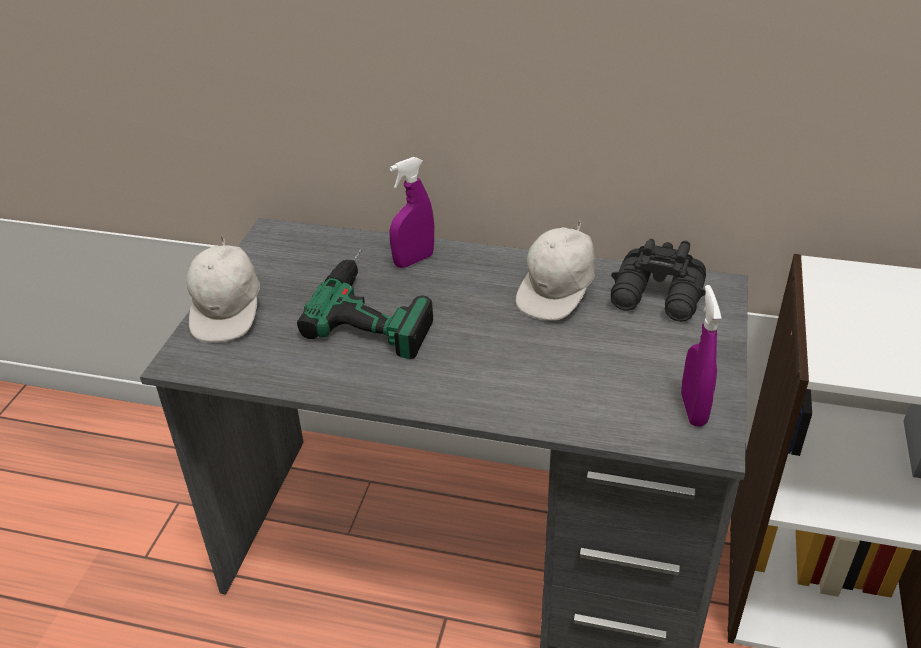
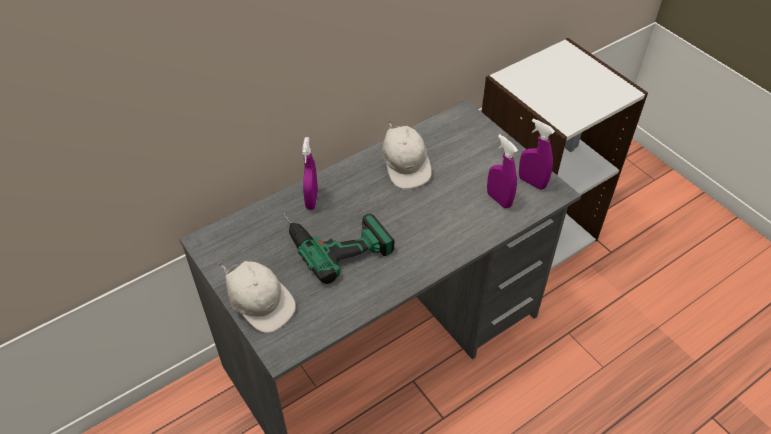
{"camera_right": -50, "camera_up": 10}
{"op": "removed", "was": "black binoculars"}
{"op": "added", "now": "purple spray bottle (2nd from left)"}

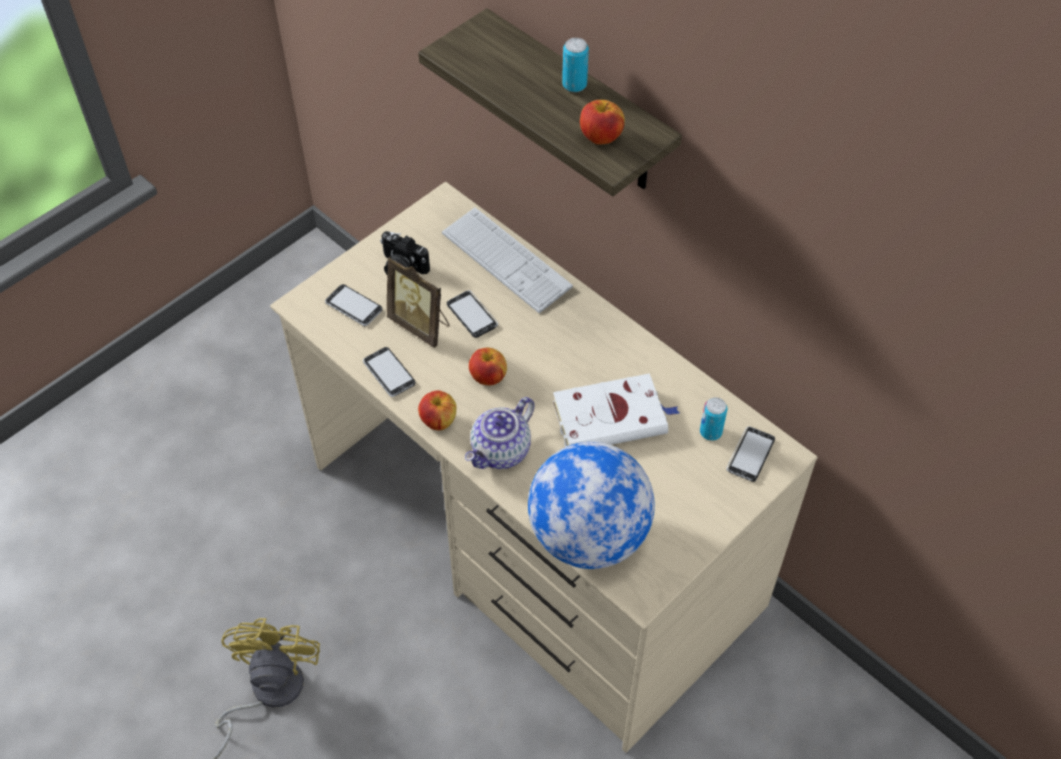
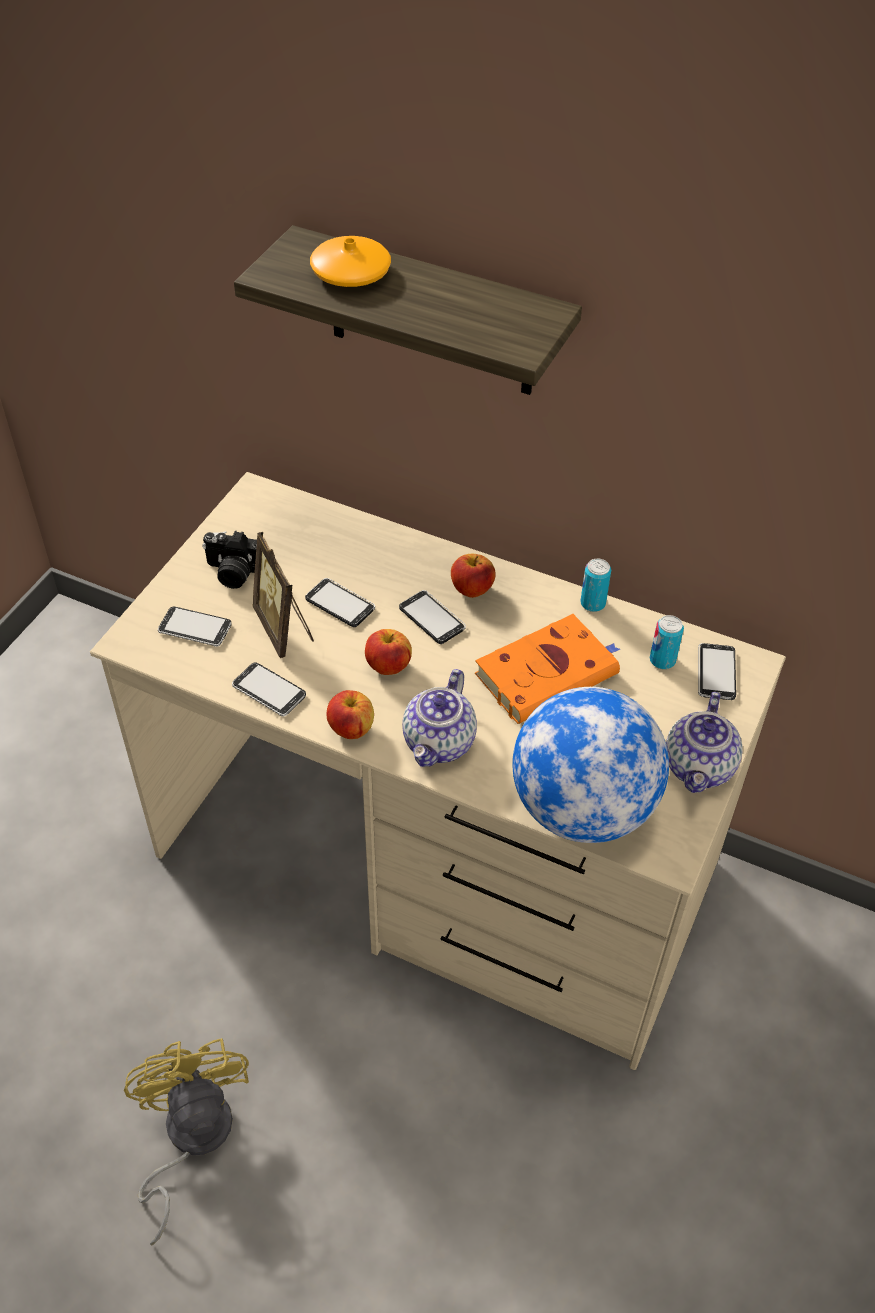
{"camera_right": -20, "camera_up": -5}
{"op": "moved", "was": "can (1st from left)"}
{"op": "moved", "was": "apple (3rd from left)"}
{"op": "removed", "was": "keyboard"}
{"op": "turned", "was": "picture frame", "clockwise": 45}
{"op": "recoloured", "was": "white book", "now": "orange book"}
{"op": "added", "now": "orange vase"}
{"op": "added", "now": "phone (4th from left)"}
{"op": "added", "now": "teapot (2nd from left)"}

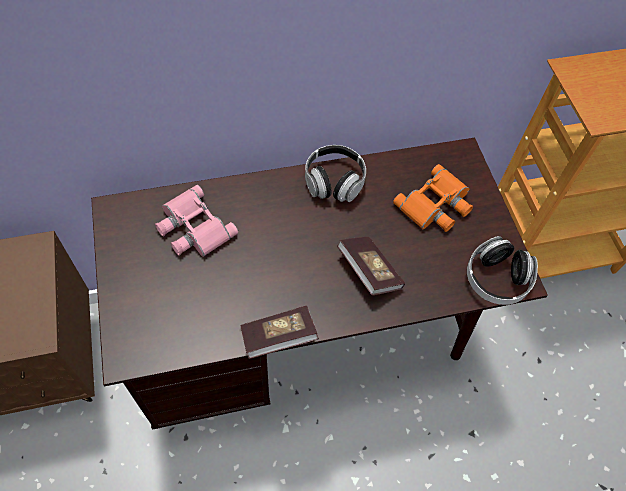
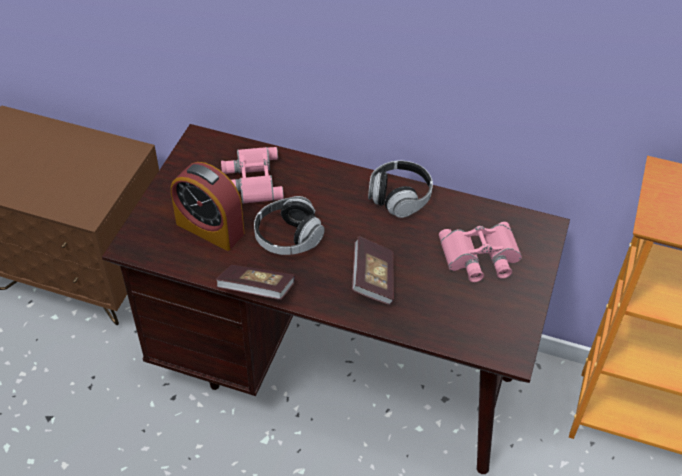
{"camera_right": 35, "camera_up": -10}
{"op": "recoloured", "was": "orange binoculars", "now": "pink binoculars (2nd from left)"}
{"op": "moved", "was": "headphones (2nd from left in the first image)", "now": "headphones (1st from left)"}
{"op": "added", "now": "alarm clock"}

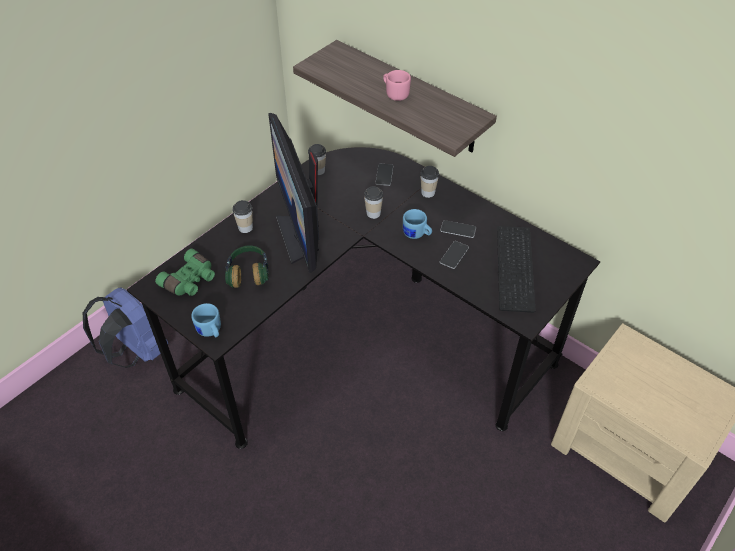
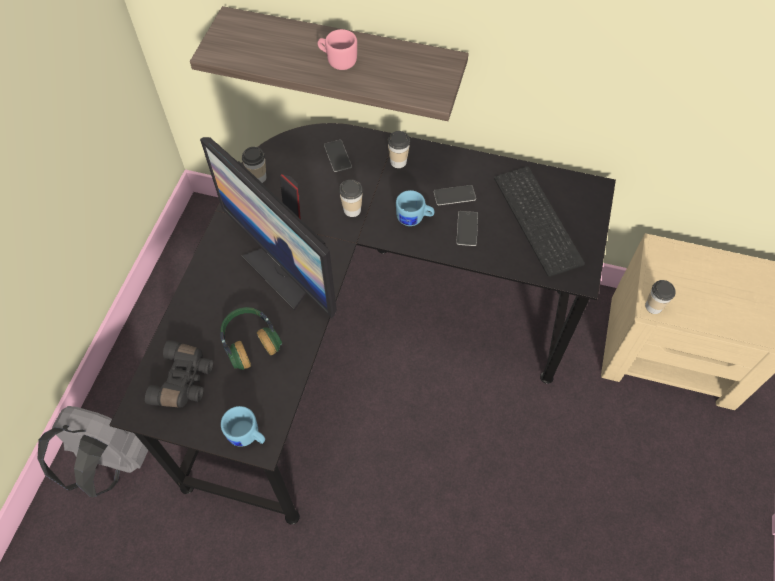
{"camera_right": -25, "camera_up": 10}
{"op": "moved", "was": "cup (1st from left in the first image)", "now": "cup (4th from left)"}
{"op": "recoloured", "was": "green binoculars", "now": "black binoculars"}
{"op": "recoloured", "was": "blue backpack", "now": "grey backpack"}

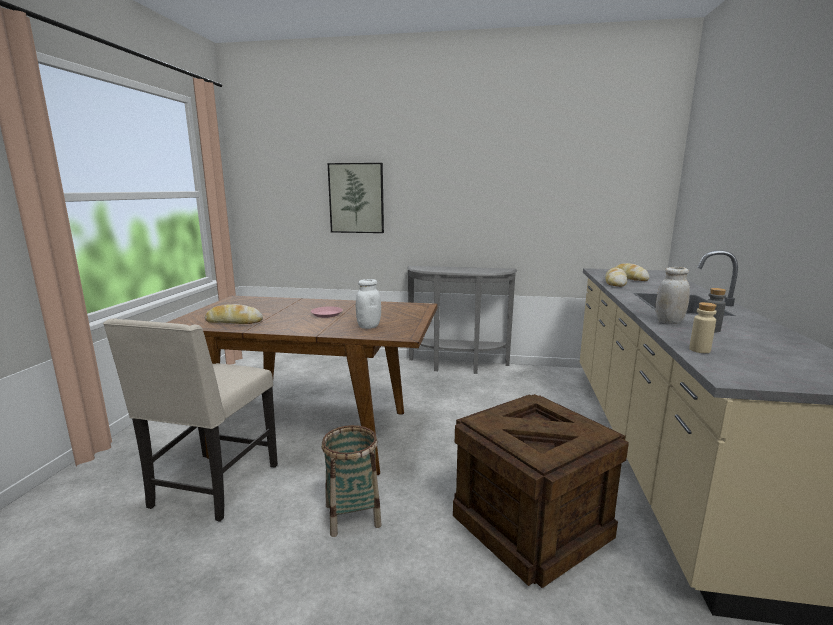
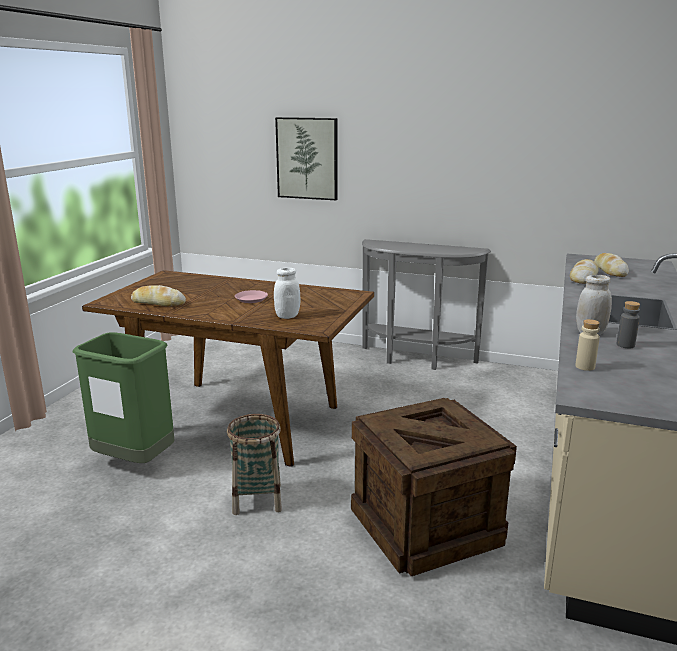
{"camera_right": 10, "camera_up": 5}
{"op": "replaced", "was": "beige chair", "now": "green trash can"}

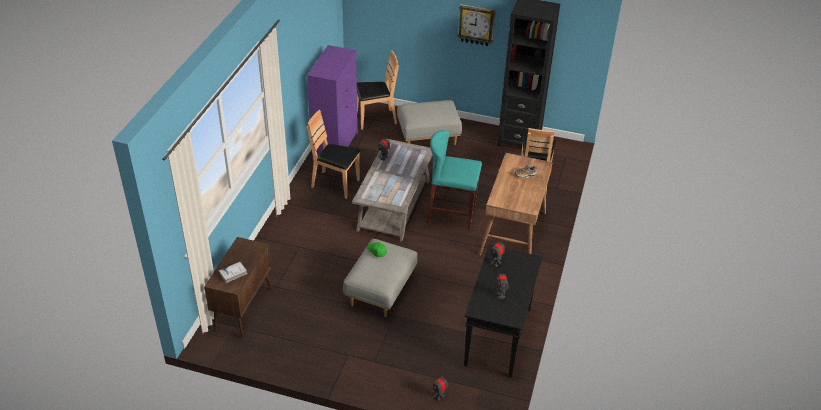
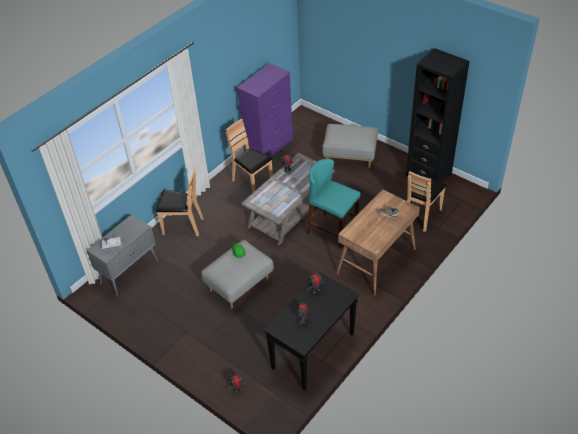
{"camera_right": 25, "camera_up": 5}
{"op": "removed", "was": "wall clock"}
{"op": "moved", "was": "brown chair (2nd from left in the first image)", "now": "brown chair (1st from left)"}
{"op": "recoloured", "was": "brown cabinet", "now": "grey cabinet"}

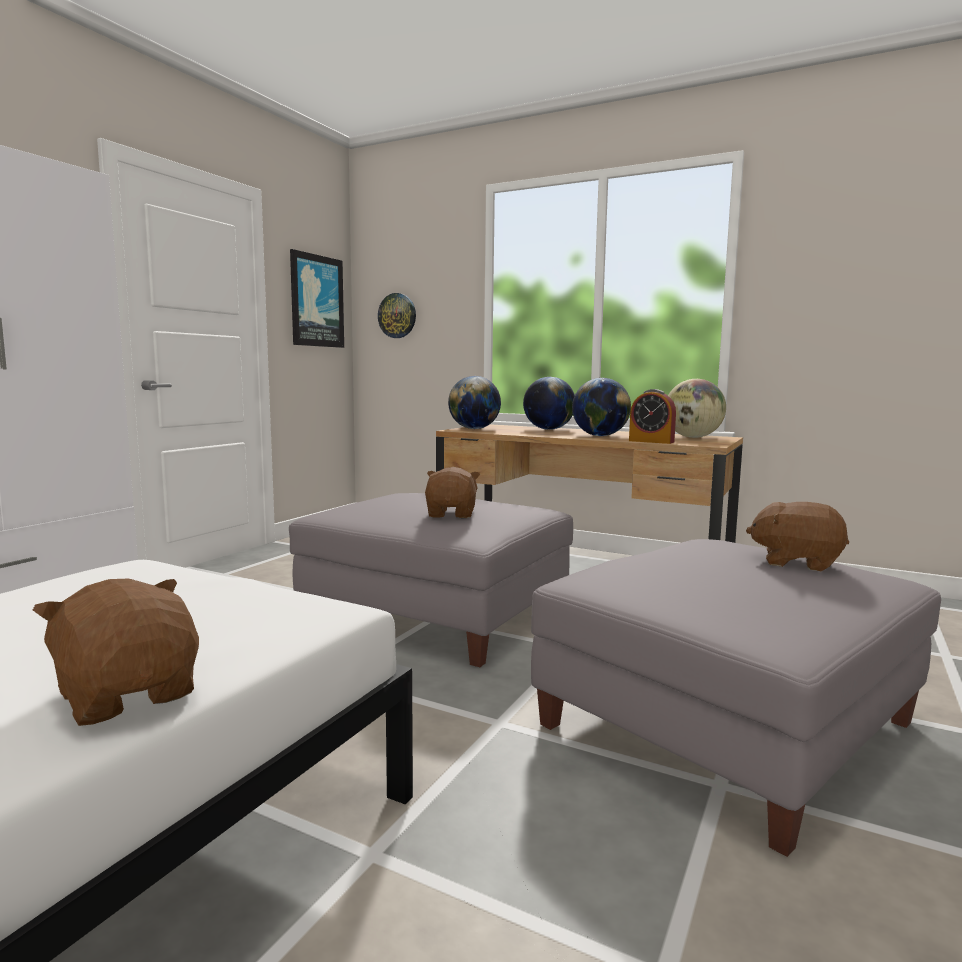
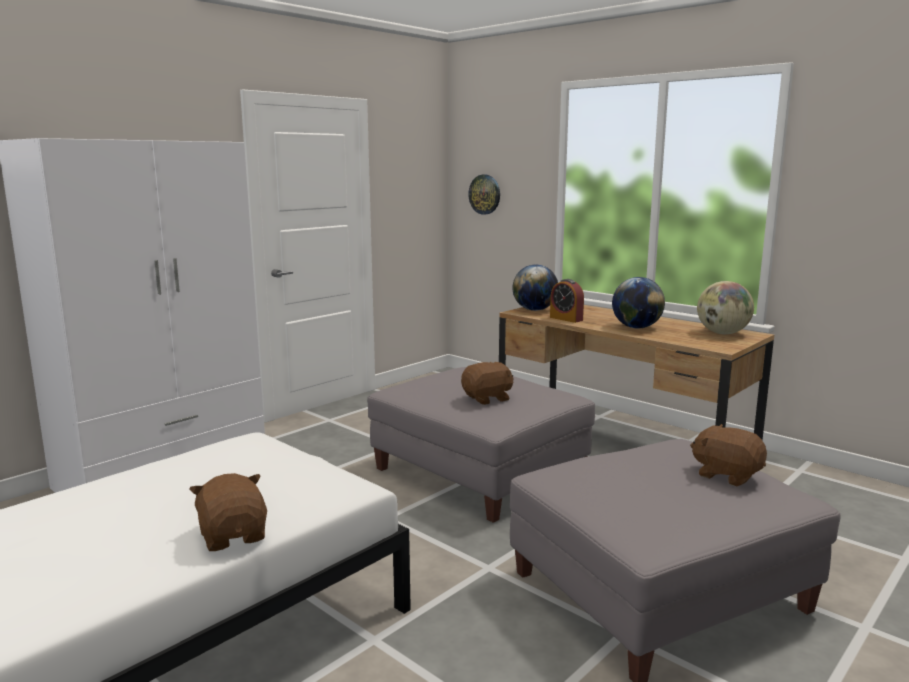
{"camera_right": 15, "camera_up": 5}
{"op": "removed", "was": "picture"}
{"op": "removed", "was": "globe (2nd from left)"}
{"op": "moved", "was": "alarm clock"}
{"op": "turned", "was": "brown plush toy (2nd from left)", "clockwise": 45}

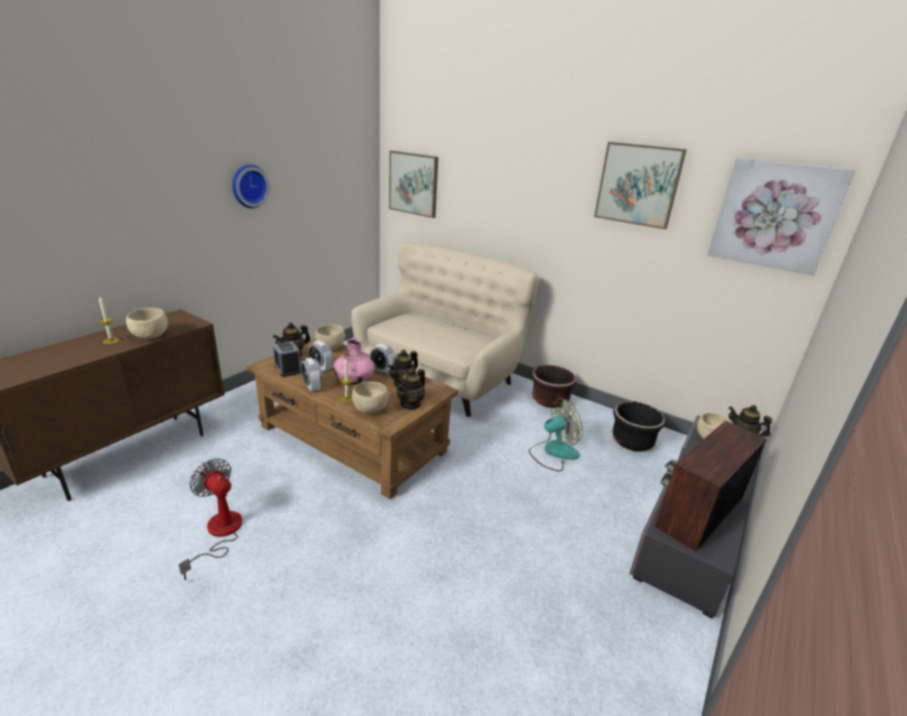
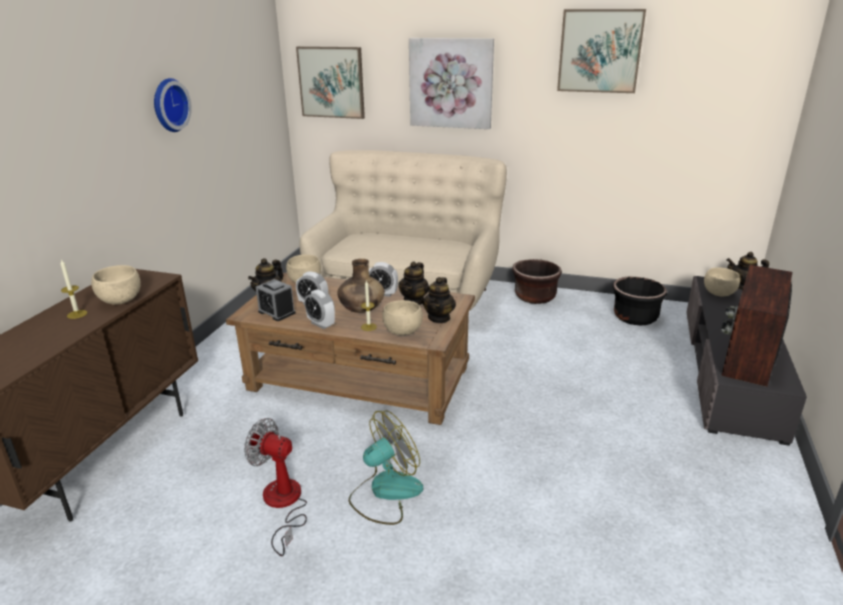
{"camera_right": -15, "camera_up": 0}
{"op": "moved", "was": "picture (3rd from left in the first image)", "now": "picture (2nd from left)"}
{"op": "recoloured", "was": "pink vase", "now": "brown vase"}
{"op": "moved", "was": "fan (2nd from left)"}

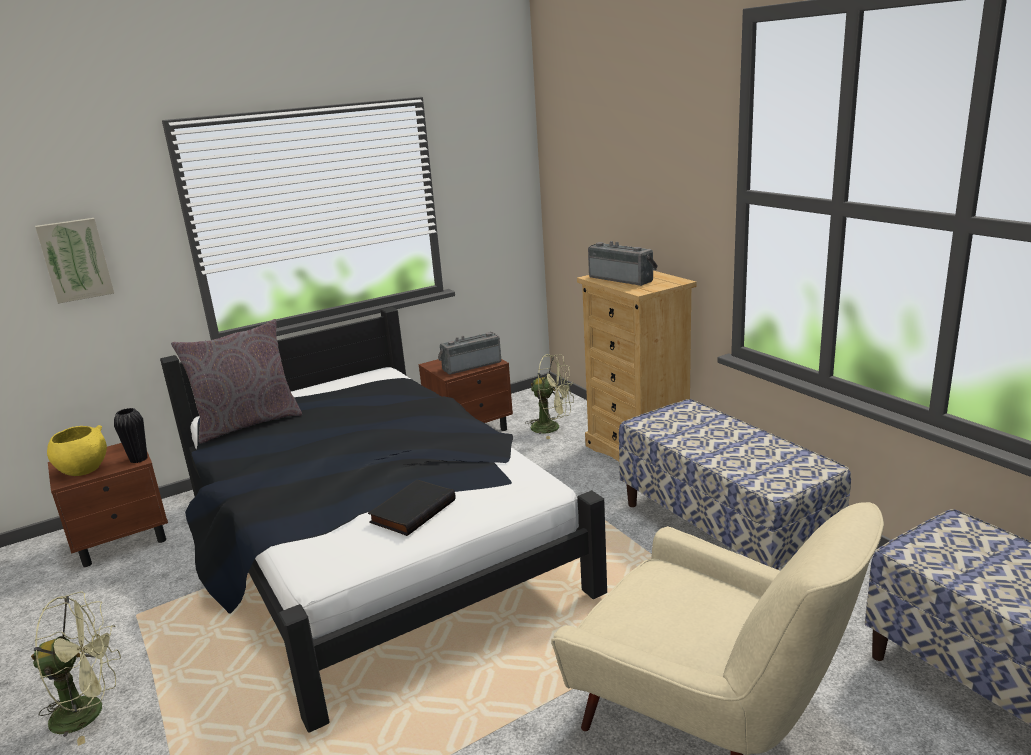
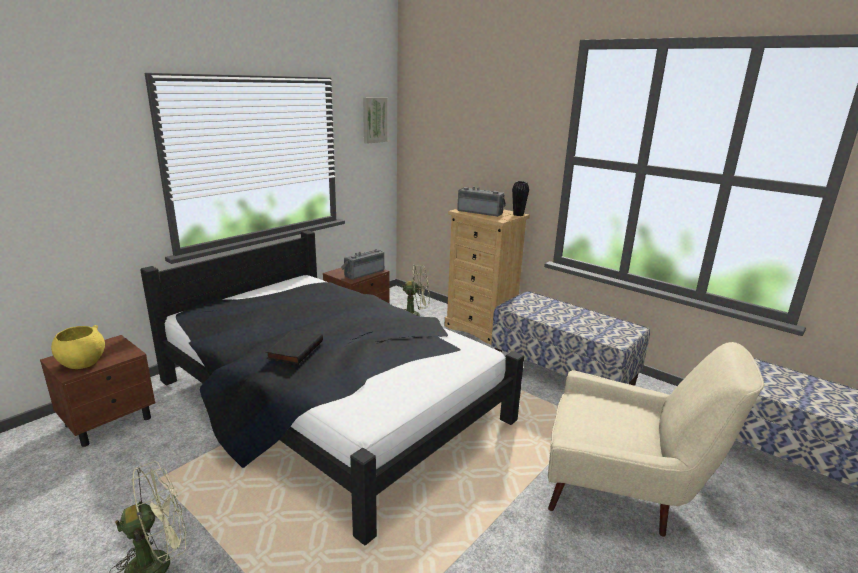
{"camera_right": -20, "camera_up": 0}
{"op": "moved", "was": "picture"}
{"op": "removed", "was": "grey pillow"}
{"op": "moved", "was": "black vase"}
{"op": "moved", "was": "black book"}

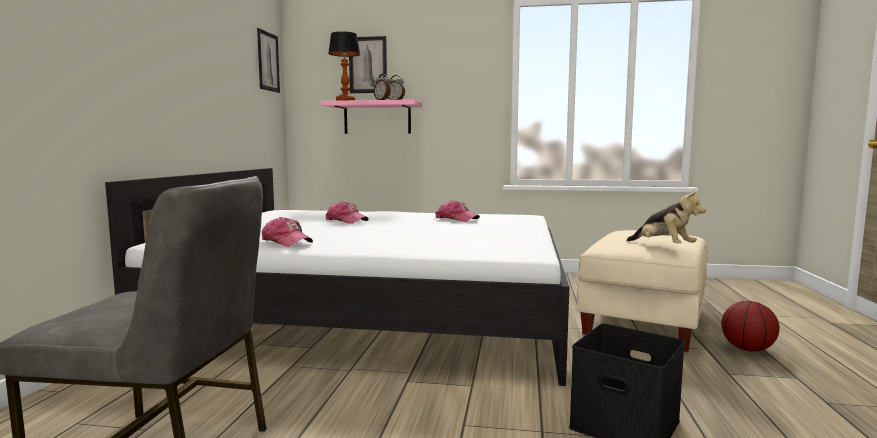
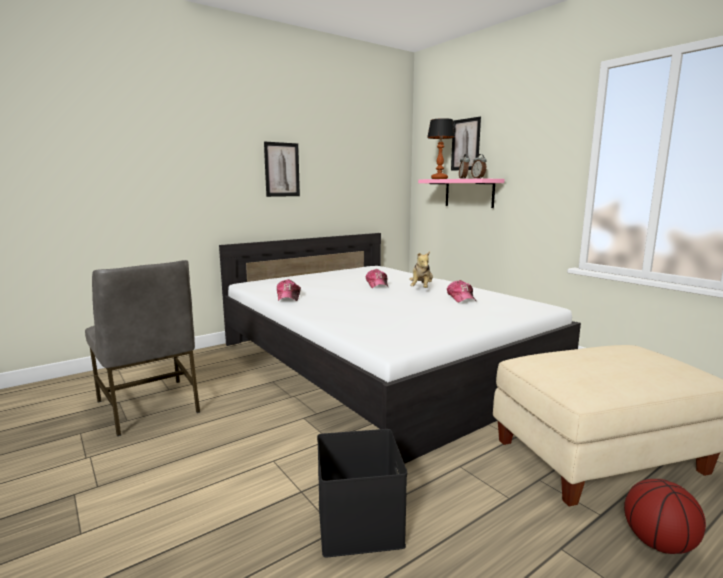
{"camera_right": 45, "camera_up": 5}
{"op": "moved", "was": "picture (1st from left)"}
{"op": "moved", "was": "plush toy"}

